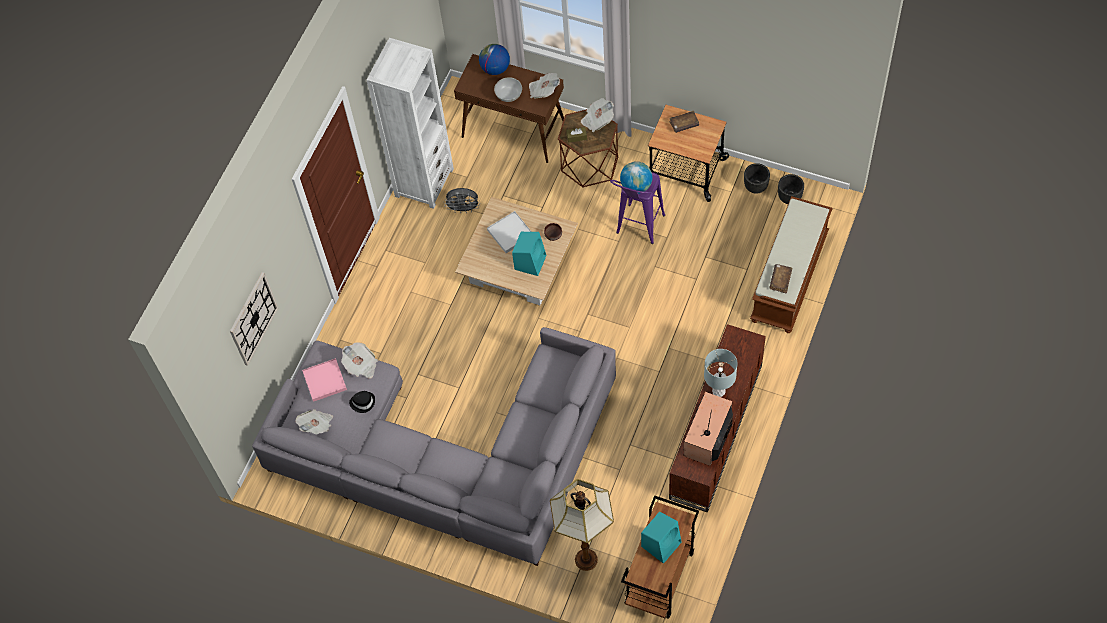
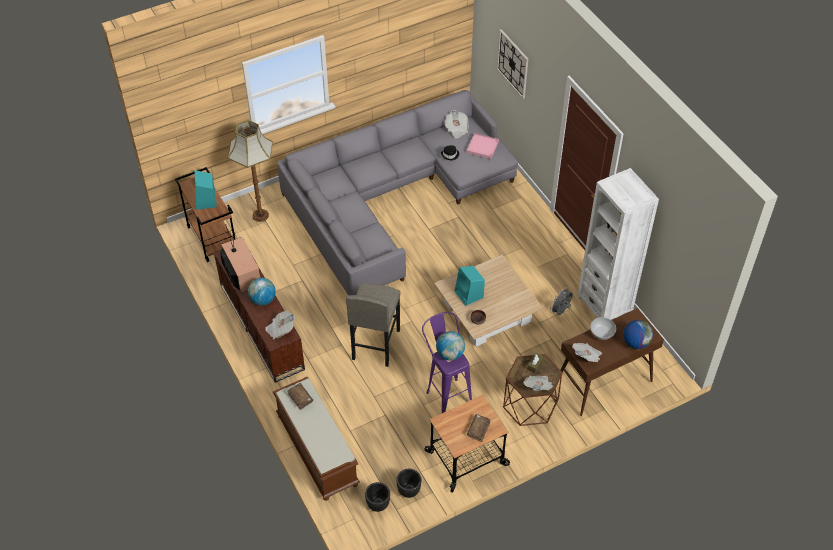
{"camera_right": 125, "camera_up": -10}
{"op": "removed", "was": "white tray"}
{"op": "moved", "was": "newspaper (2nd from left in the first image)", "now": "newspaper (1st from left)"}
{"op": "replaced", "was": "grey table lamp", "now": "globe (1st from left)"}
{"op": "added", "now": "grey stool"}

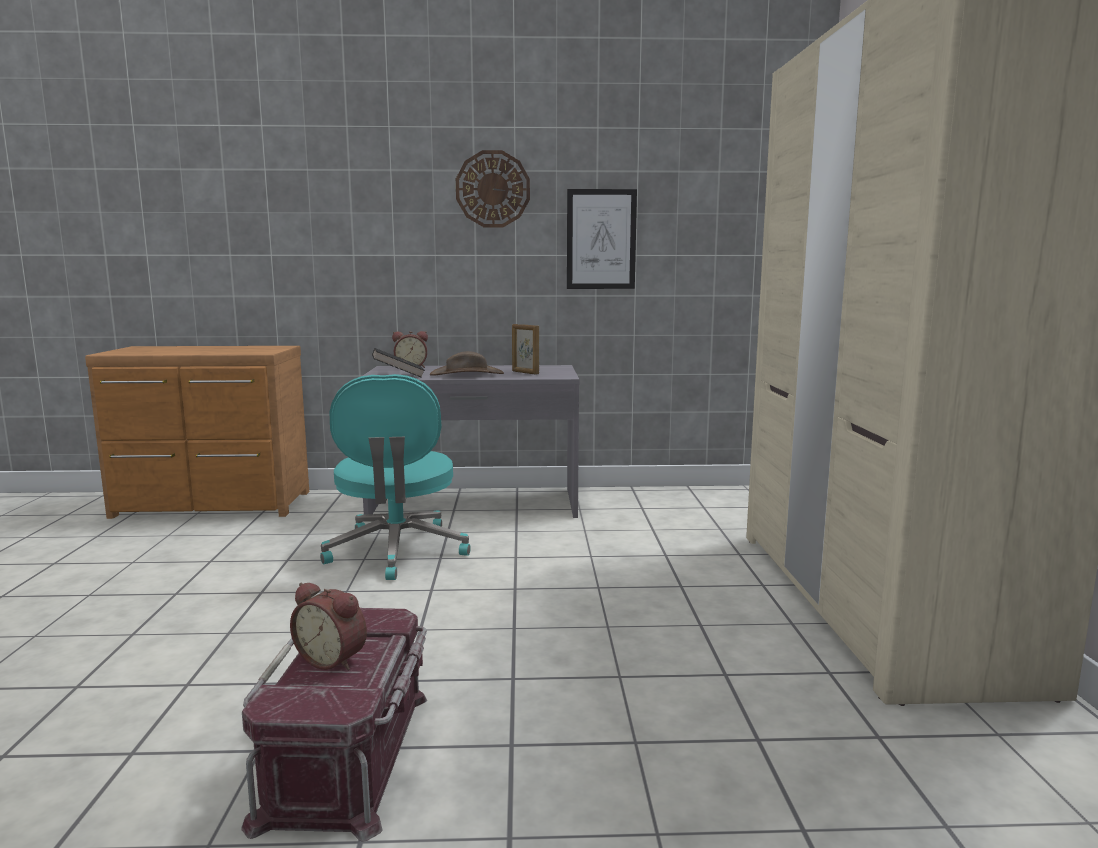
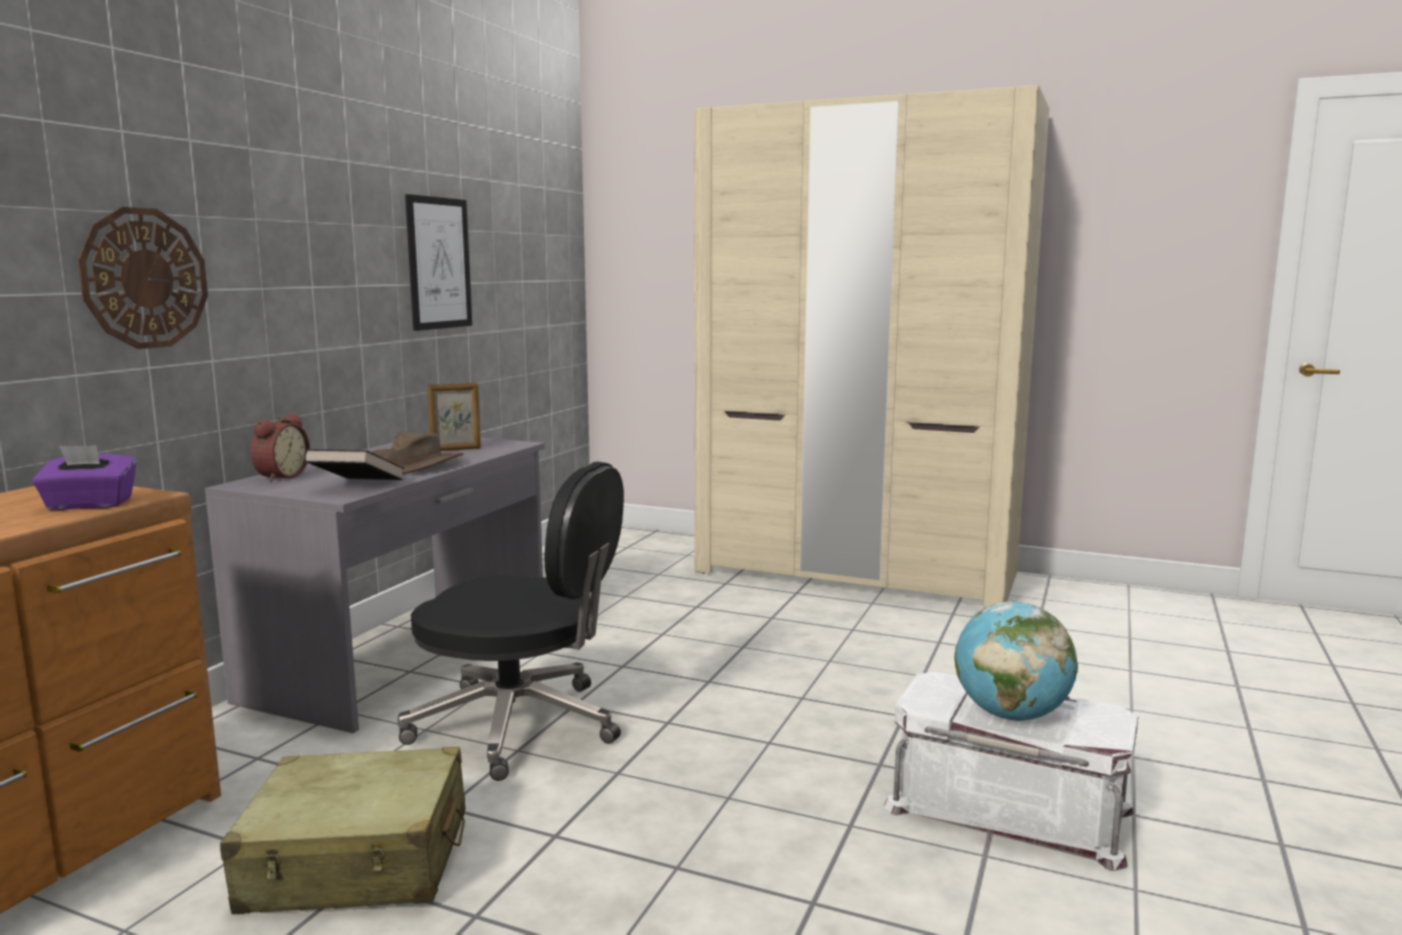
{"camera_right": -65, "camera_up": 0}
{"op": "moved", "was": "wall clock"}
{"op": "recoloured", "was": "turquoise office chair", "now": "black office chair"}
{"op": "replaced", "was": "alarm clock (1st from left)", "now": "globe"}
{"op": "recoloured", "was": "red storage box", "now": "white storage box"}
{"op": "added", "now": "purple tissue box"}
{"op": "added", "now": "beige suitcase"}

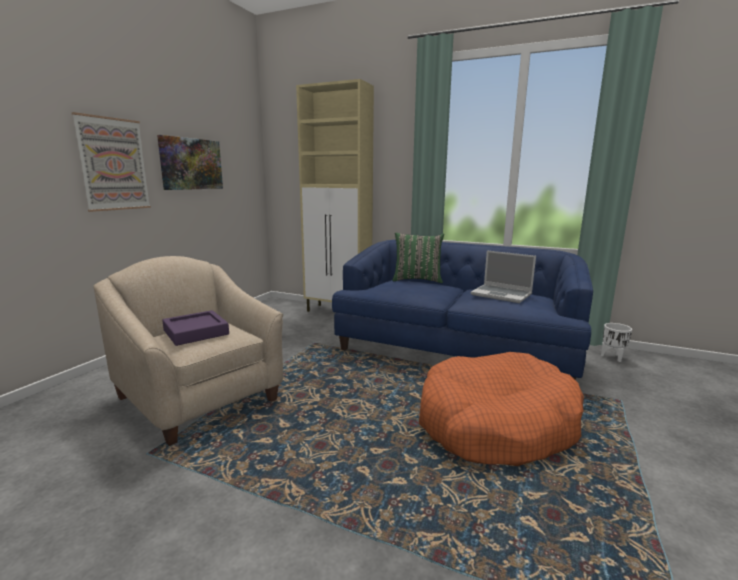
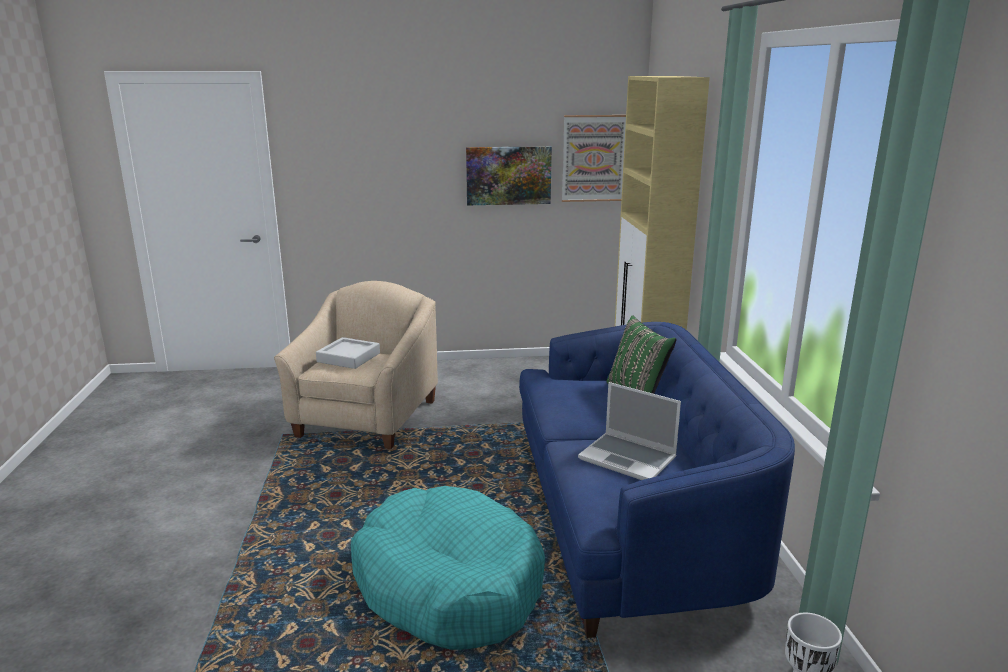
{"camera_right": 60, "camera_up": 5}
{"op": "moved", "was": "picture (1st from left in the first image)", "now": "picture (2nd from left)"}
{"op": "turned", "was": "laptop", "clockwise": -60}
{"op": "recoloured", "was": "purple tray", "now": "grey tray"}
{"op": "recoloured", "was": "orange dog bed", "now": "turquoise dog bed"}

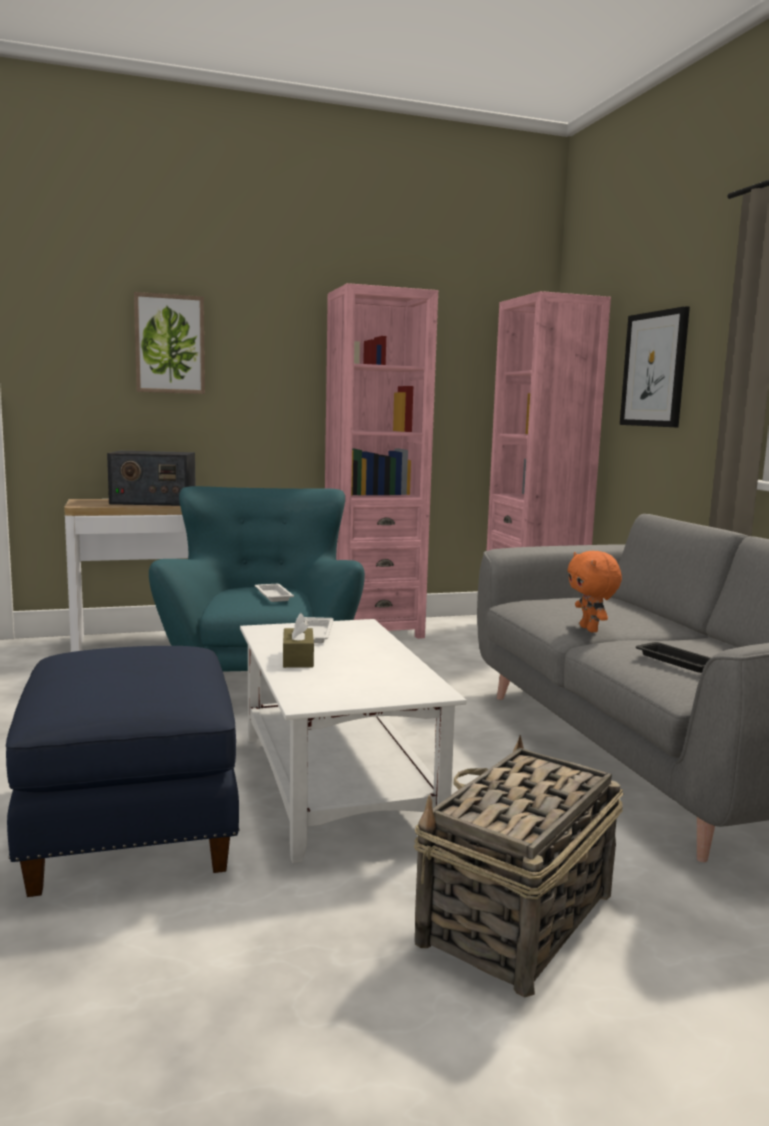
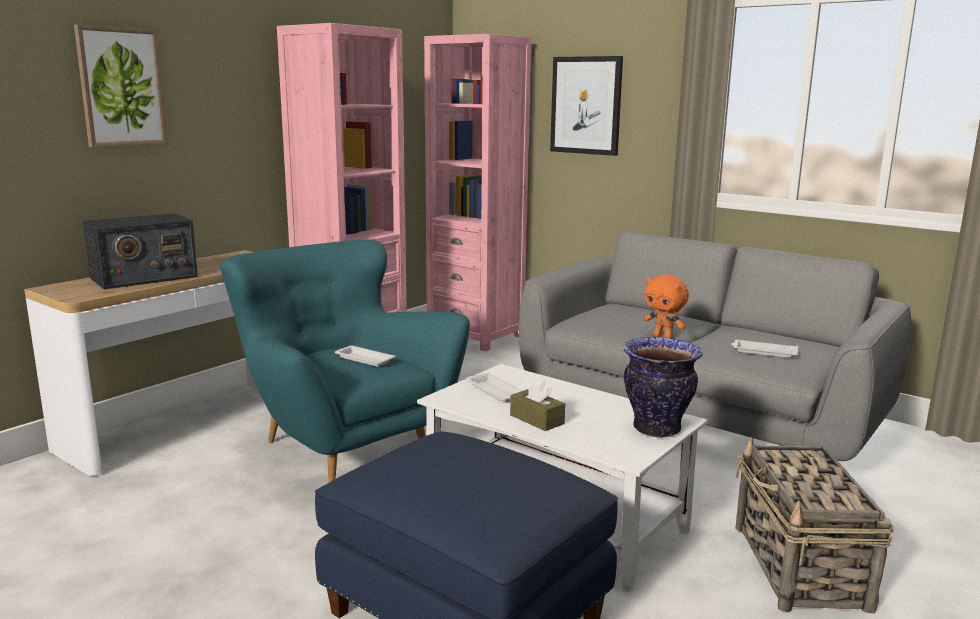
{"camera_right": -35, "camera_up": 5}
{"op": "recoloured", "was": "black tray", "now": "white tray (3rd from left)"}
{"op": "added", "now": "vase"}

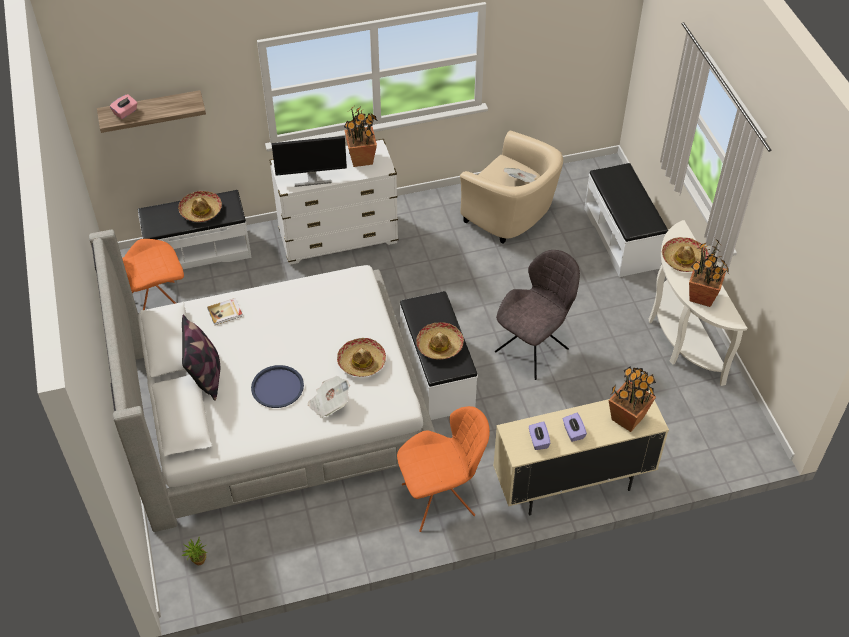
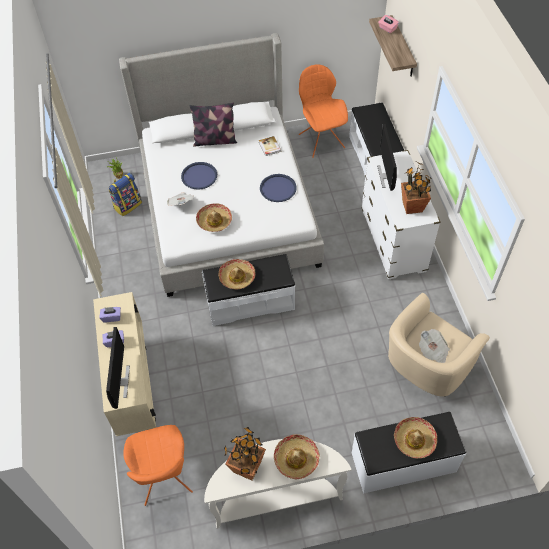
{"camera_right": 95, "camera_up": 5}
{"op": "moved", "was": "hat (1st from left in the first image)", "now": "hat (4th from left)"}
{"op": "removed", "was": "grey chair"}
{"op": "replaced", "was": "potted plant (3rd from left)", "now": "monitor (1st from left)"}
{"op": "moved", "was": "orange chair (2nd from left in the first image)", "now": "orange chair (1st from left)"}
{"op": "added", "now": "backpack"}
{"op": "added", "now": "blue tray (2nd from left)"}

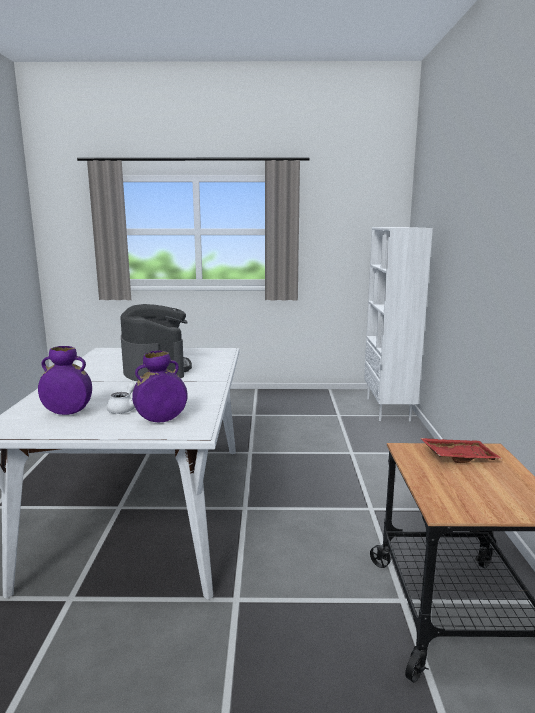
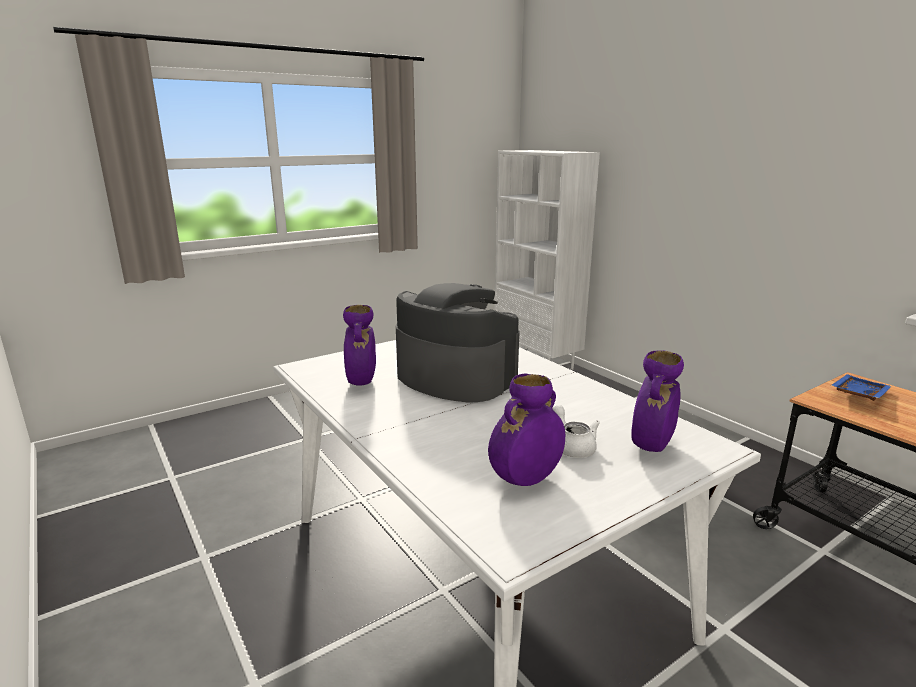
{"camera_right": -35, "camera_up": 5}
{"op": "recoloured", "was": "red tray", "now": "blue tray"}
{"op": "added", "now": "purple vase (1st from left)"}

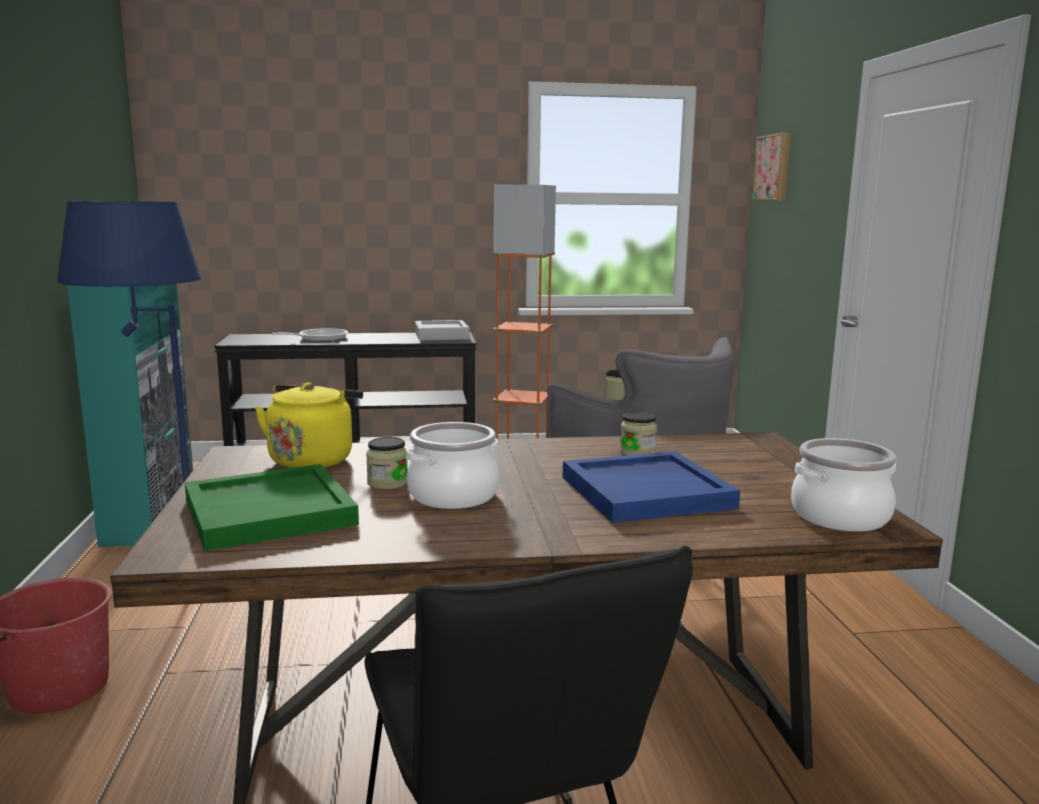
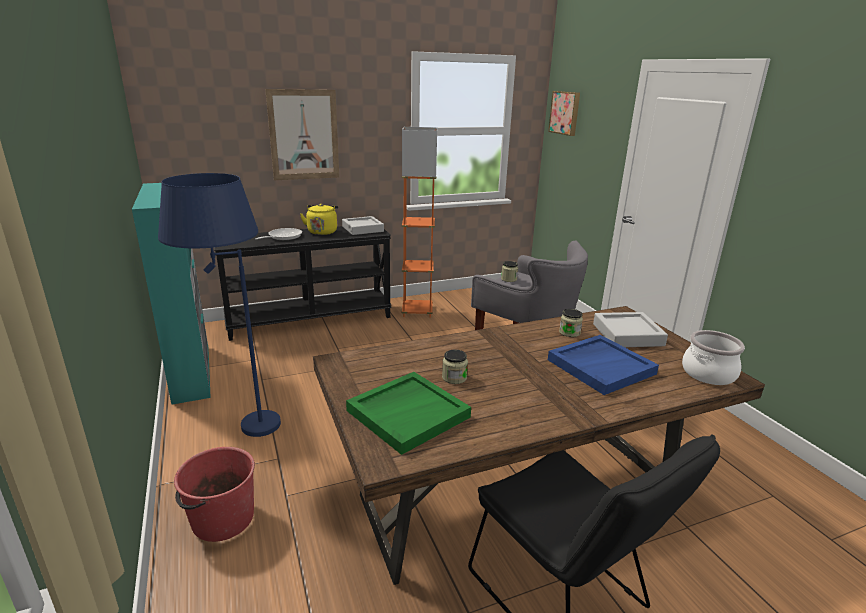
{"camera_right": -15, "camera_up": 10}
{"op": "moved", "was": "yellow kettle"}
{"op": "removed", "was": "cooking pot (1st from left)"}
{"op": "added", "now": "picture (1st from left)"}
{"op": "added", "now": "grey tray (2nd from left)"}

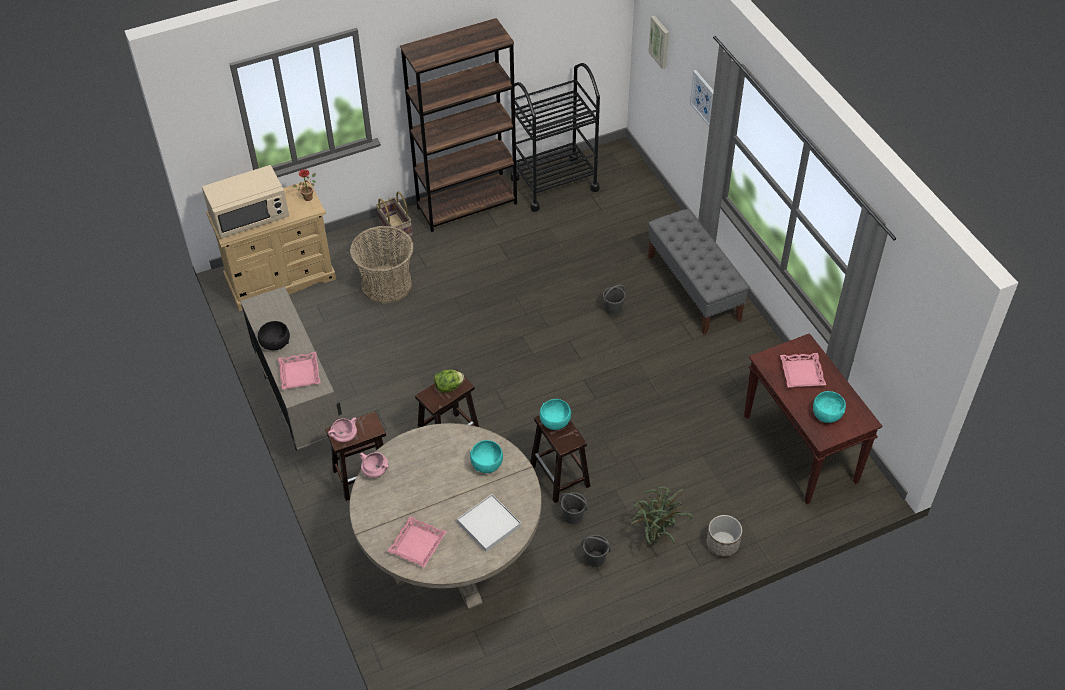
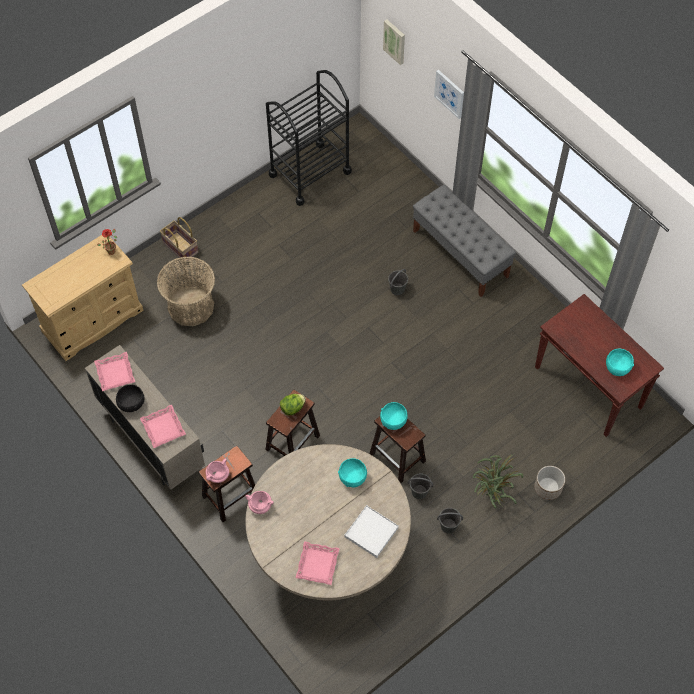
{"camera_right": -15, "camera_up": 10}
{"op": "removed", "was": "brown bookcase"}
{"op": "removed", "was": "beige microwave"}
{"op": "moved", "was": "pink tray (3rd from left in the first image)", "now": "pink tray (1st from left)"}

